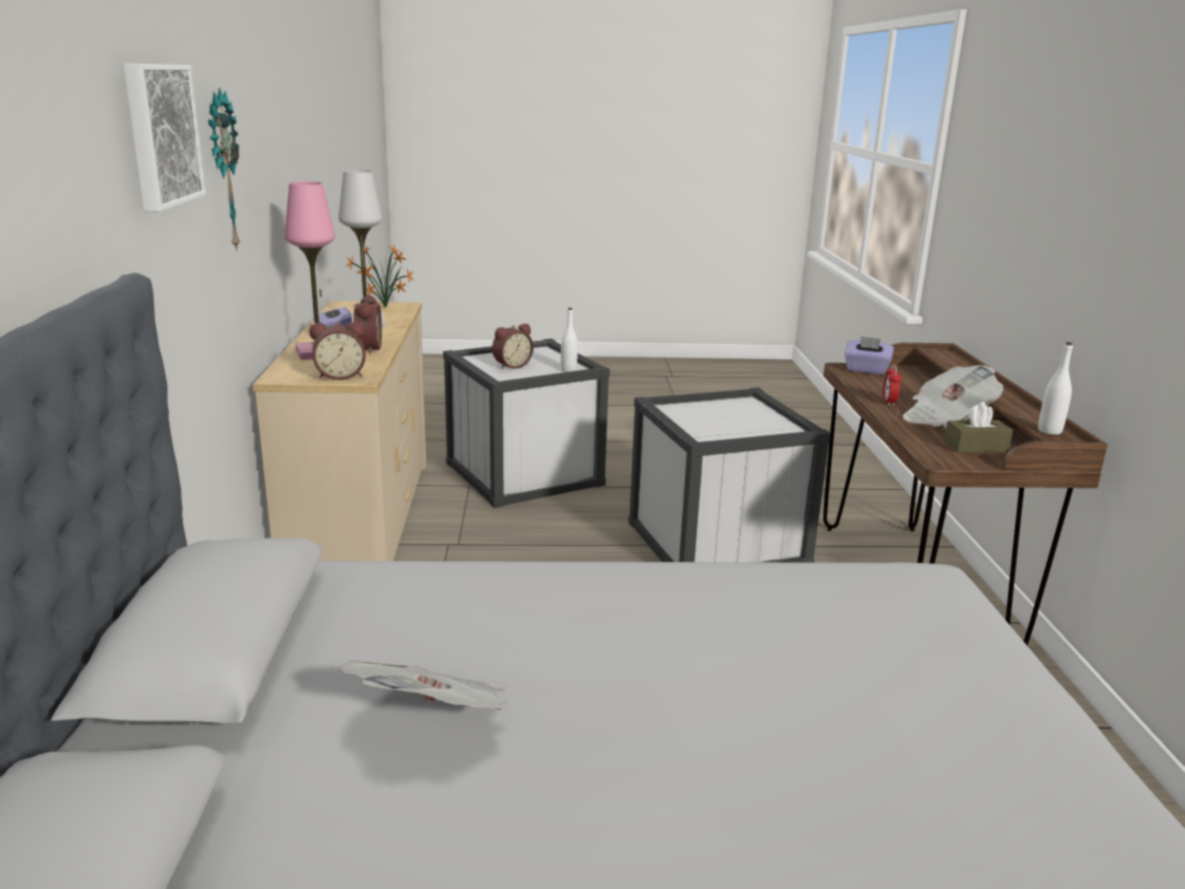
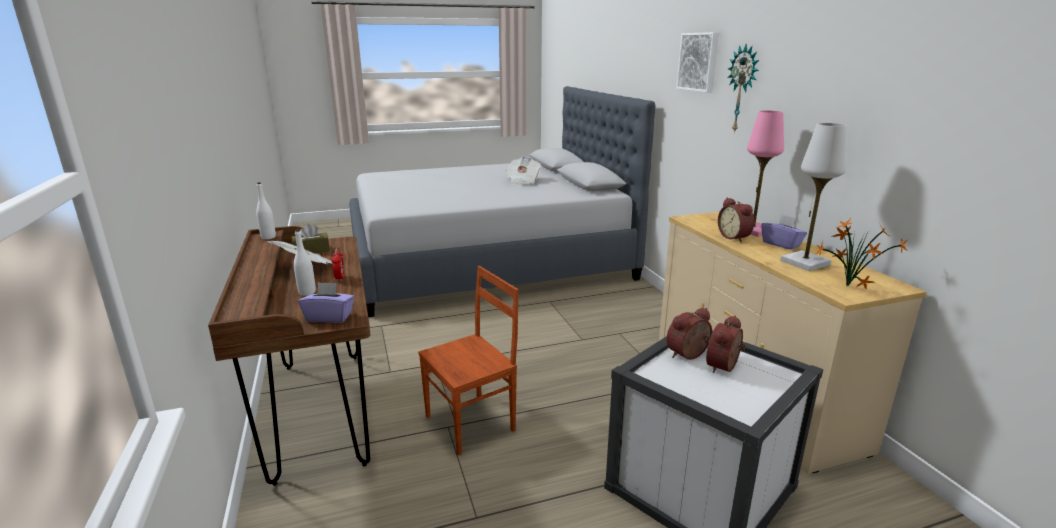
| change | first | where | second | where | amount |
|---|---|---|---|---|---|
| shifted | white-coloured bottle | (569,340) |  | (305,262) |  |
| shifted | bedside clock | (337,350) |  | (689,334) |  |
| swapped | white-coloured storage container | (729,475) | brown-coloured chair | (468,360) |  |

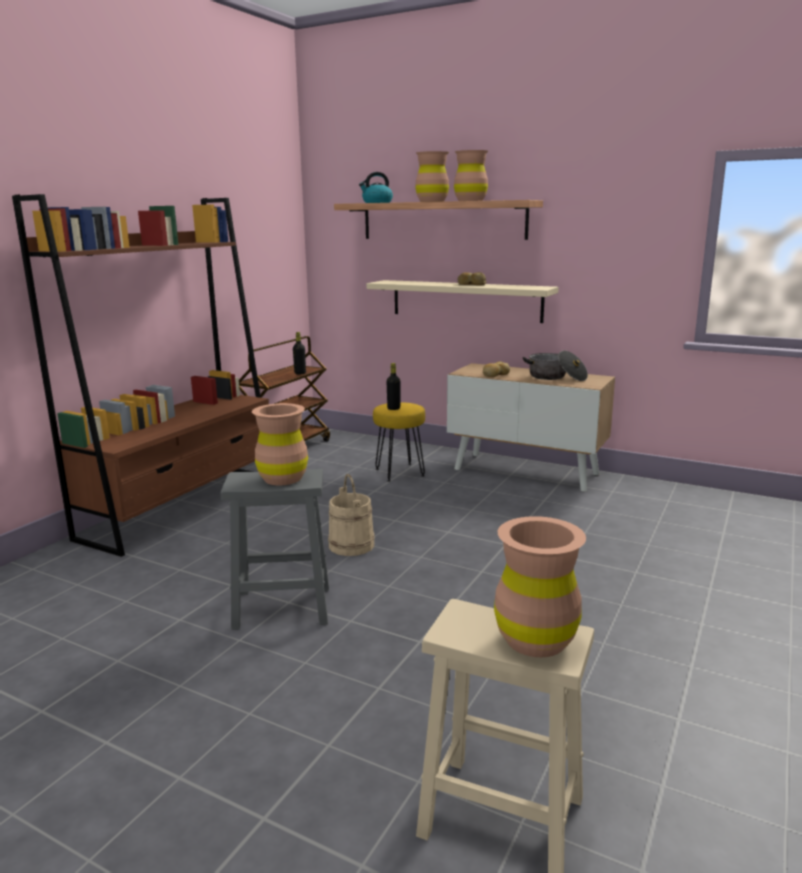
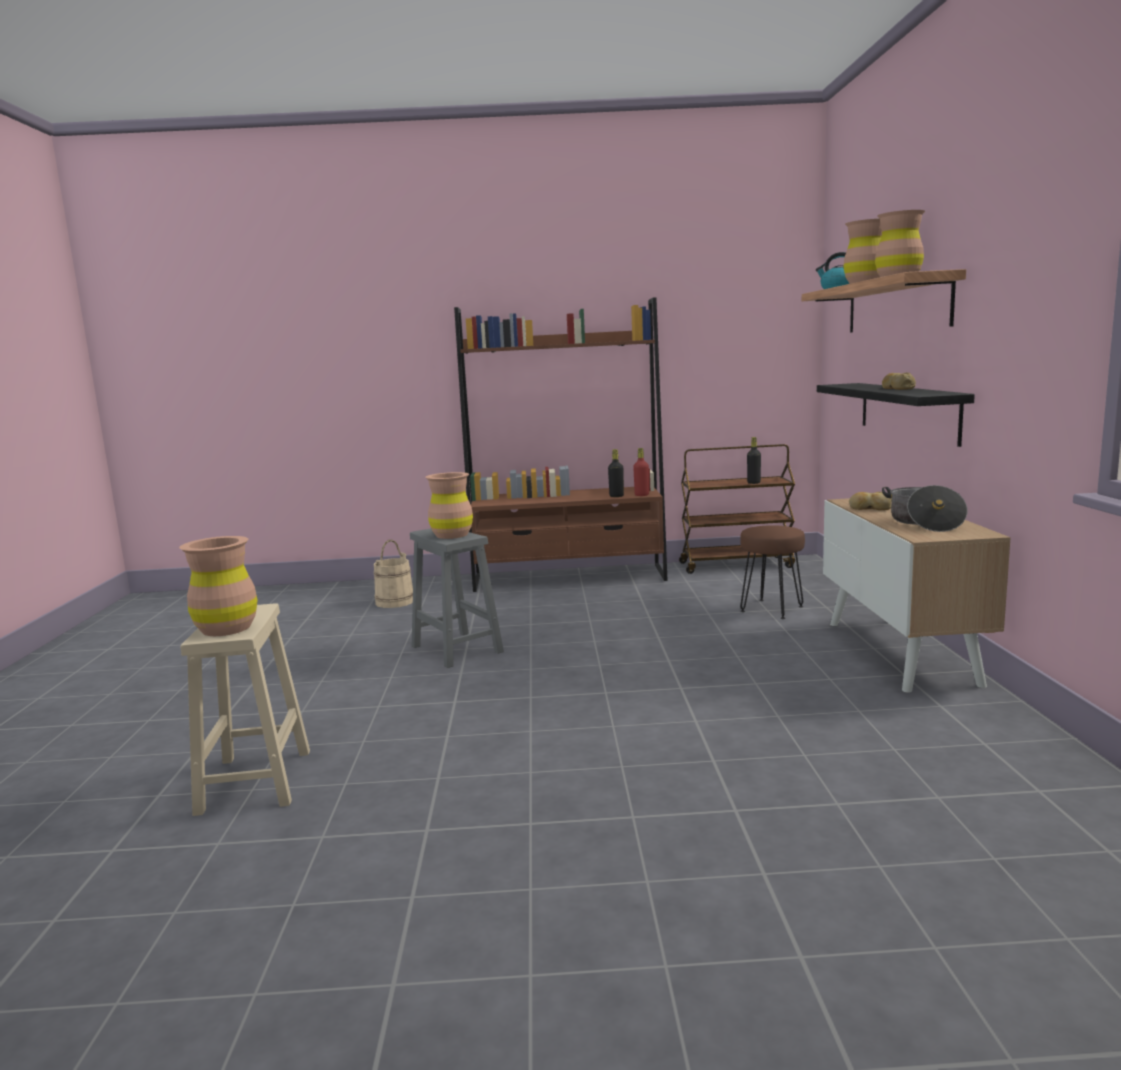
| change | first | where | second | where | amount |
|---|---|---|---|---|---|
| repainted | beige shelf | (463,301) | black shelf | (896,415) |  |
| shifted | black bottle | (393,386) |  | (616,473) |  |
| repainted | yellowish sitting stool | (399,442) | brown-coloured sitting stool | (772,572) |  |
| shifted | beige pail | (351,515) |  | (393,574) |  |
| new |  |  | red bottle | (641,472) |  |

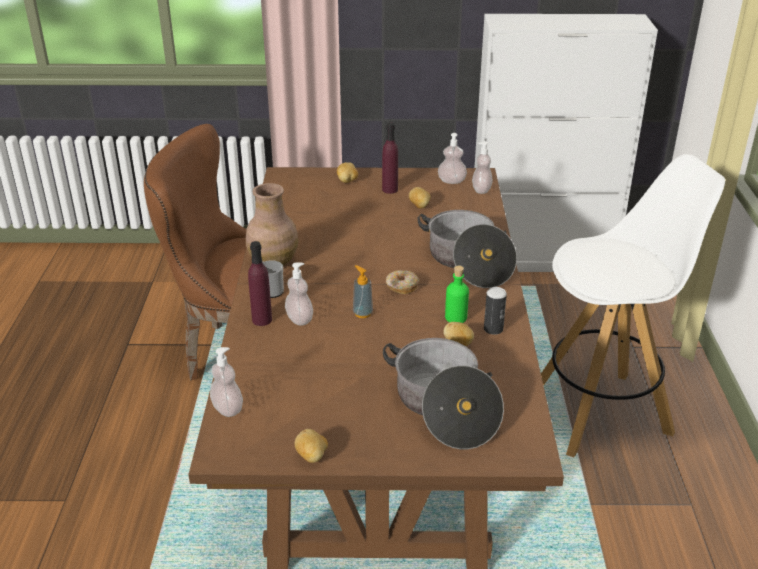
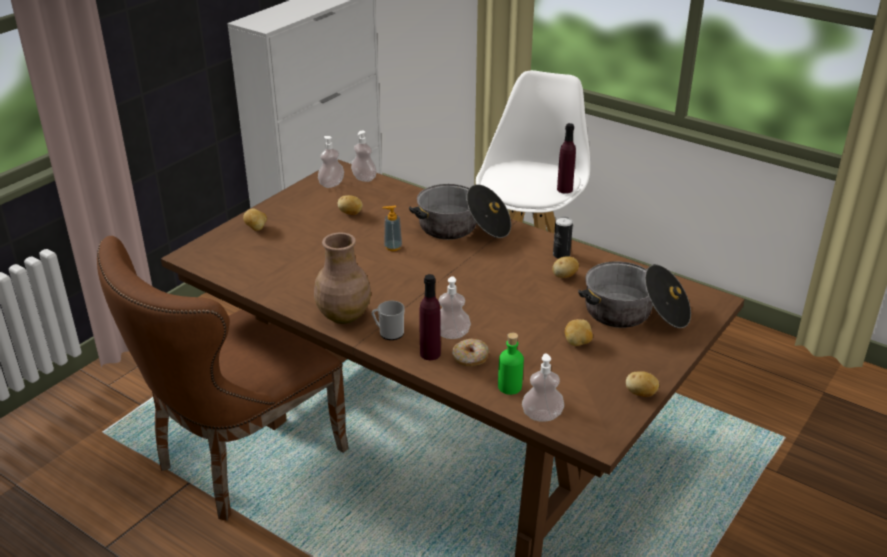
| change | first | where | second | where | amount |
|---|---|---|---|---|---|
| shifted | purplish bottle | (390,158) |  | (566,158) |  |
| shifted | soap bottle | (363,291) |  | (392,228) |  |
| shifted | green-coloured bottle | (457,294) |  | (511,364) |  |
| shifted | doughnut | (402,282) |  | (470,352) |  |
| new |  |  | potato | (579,332) |  |

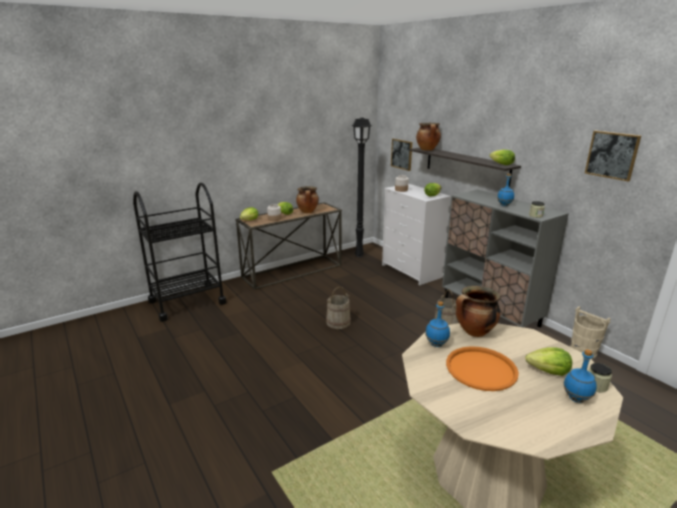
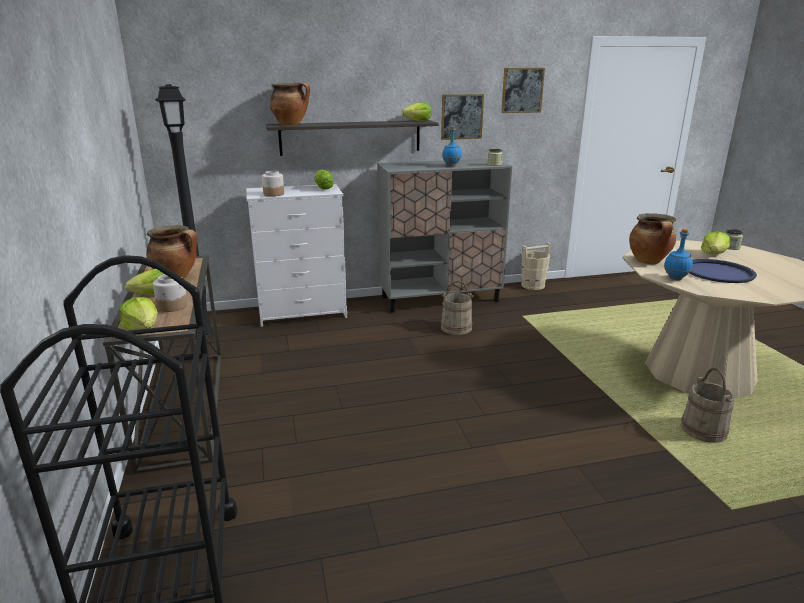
| change | first | where | second | where | amount |
|---|---|---|---|---|---|
| shifted | picture | (401,155) |  | (462,117) |  |
| shifted | beige pail | (338,308) |  | (708,405) |  |
| repainted | orange-coloured tray | (482,368) | blue-coloured tray | (723,271) |  |
| gone | blue-coloured bottle | (580,376) |  |  |  |

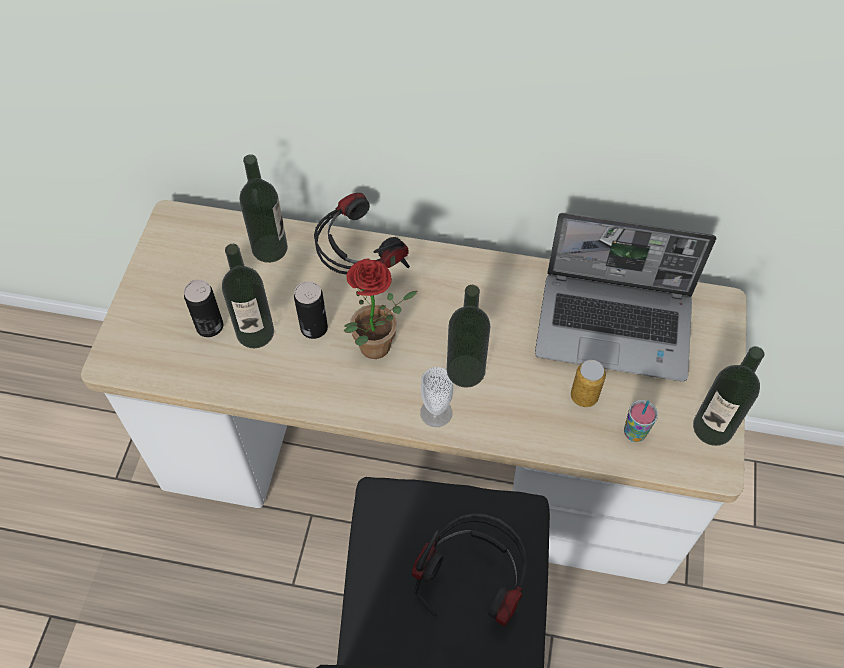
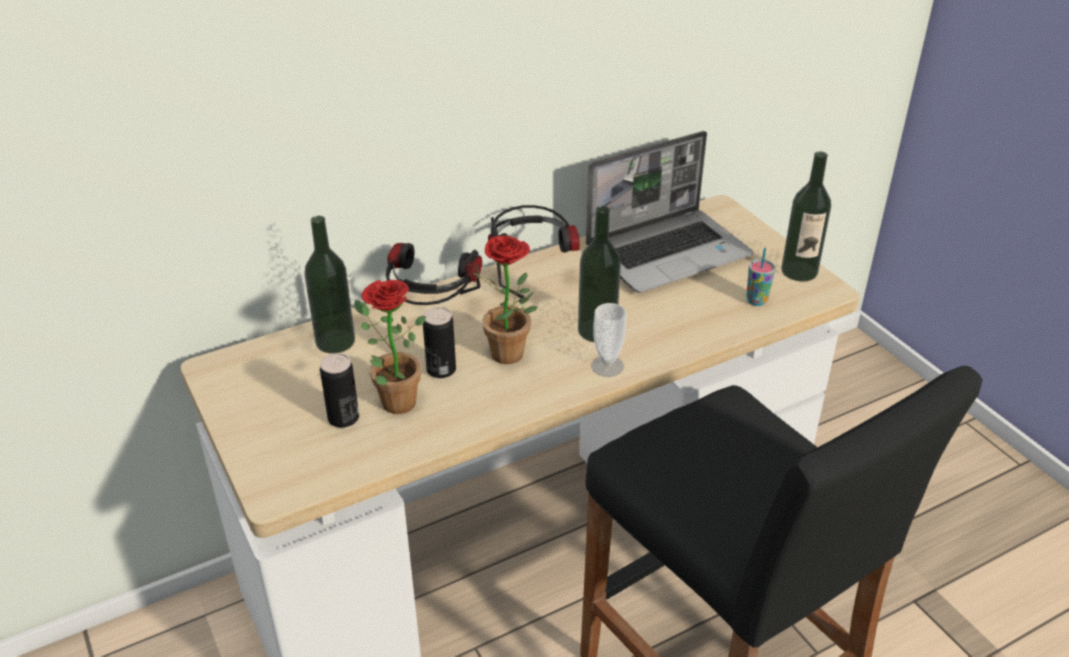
| change | first | where | second | where | amount |
|---|---|---|---|---|---|
| swapped | bottle | (248,296) | plant in a pot | (390,347) |  |
| gone | metal can | (588,383) |  |  |  |
| shifted | headphones | (469,569) |  | (534,251) |  |

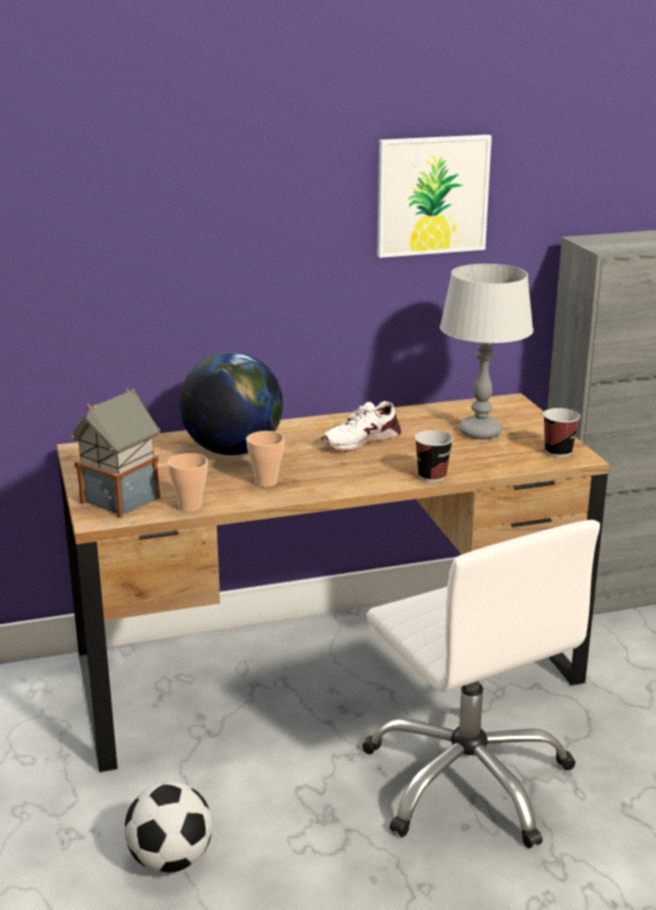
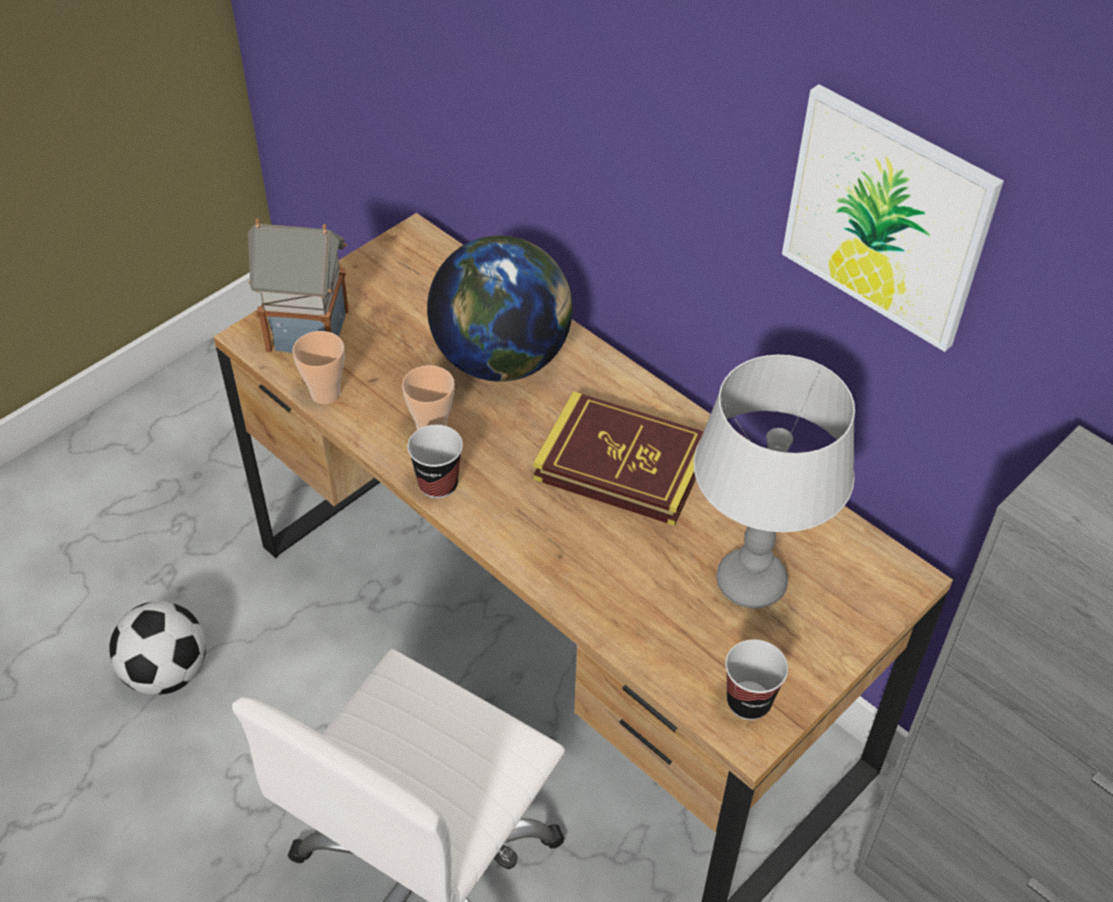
| change | first | where | second | where | amount |
|---|---|---|---|---|---|
| swapped | white-coloured shoe | (361,426) | volume | (618,458) |  |
| shifted | cup | (434,456) |  | (435,462) |  |

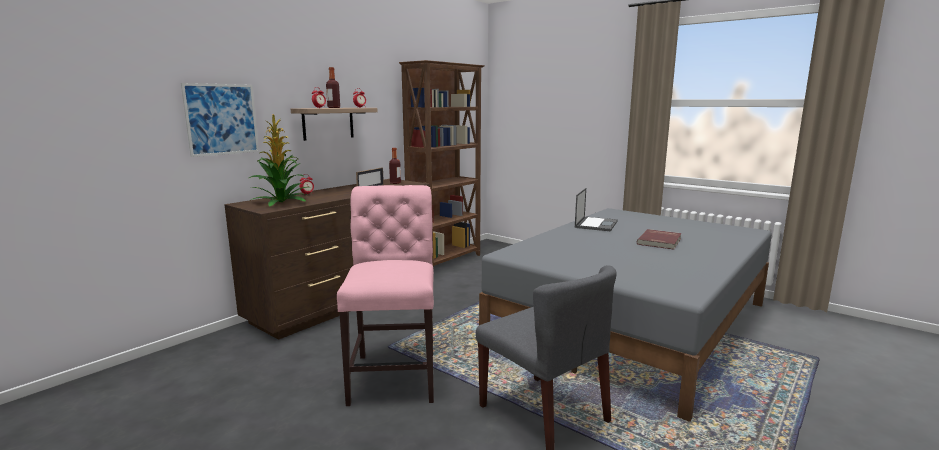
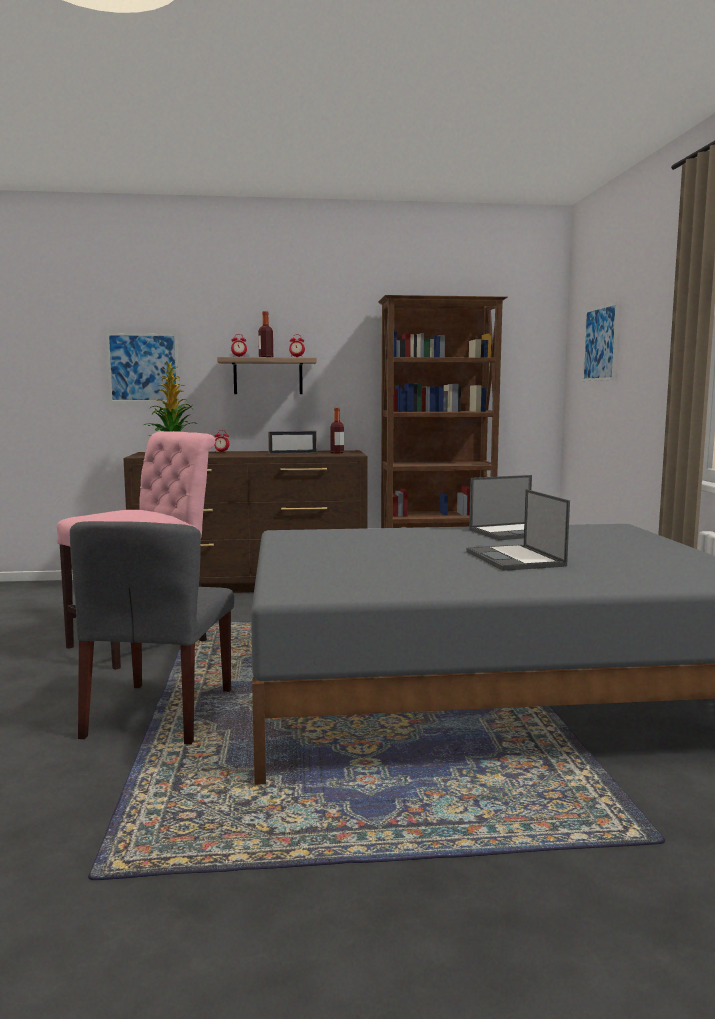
| change | first | where | second | where | amount |
|---|---|---|---|---|---|
| swapped | red volume | (659,239) | notebook computer | (518,530) |  |
| new |  |  | picture | (600,341) |  |

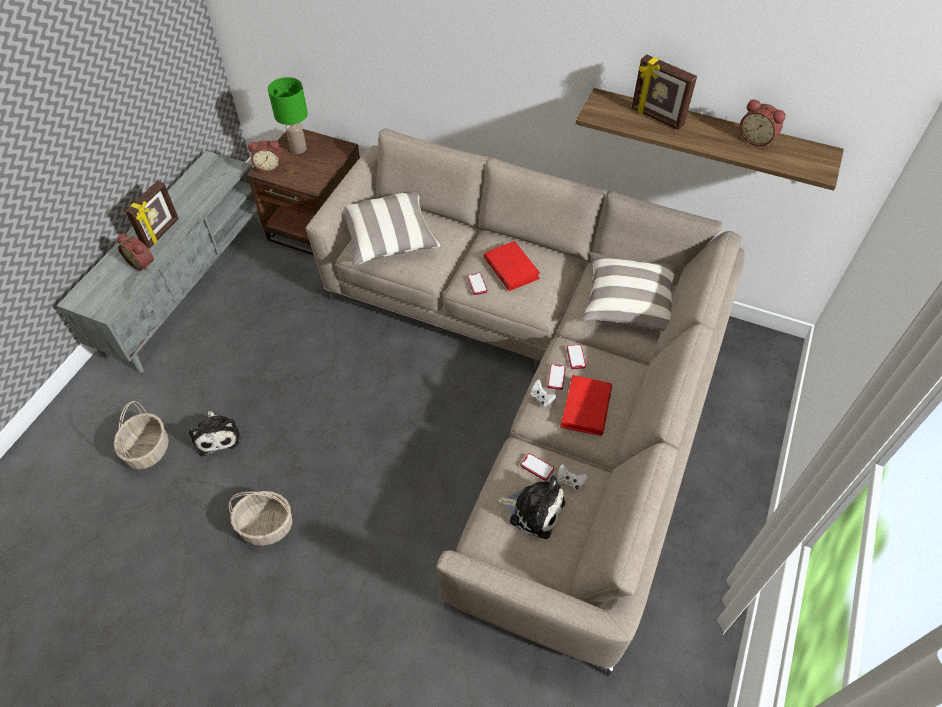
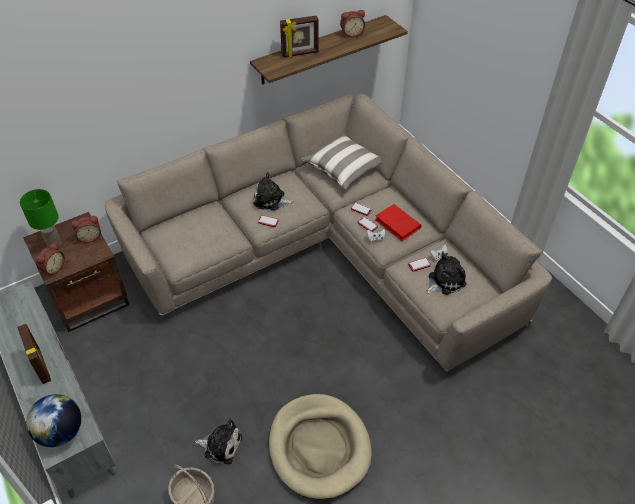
| change | first | where | second | where | amount |
|---|---|---|---|---|---|
| gone | cushion | (391,229) |  |  |  |
| shifted | bedside clock | (135,252) |  | (86,229) |  |
| swapped | red volume | (512,266) | plush toy | (273,192) |  |
| swapped | household basket | (260,518) | beige dog bed | (320,446) |  |
| new |  |  | world globe | (53,420) |  |

